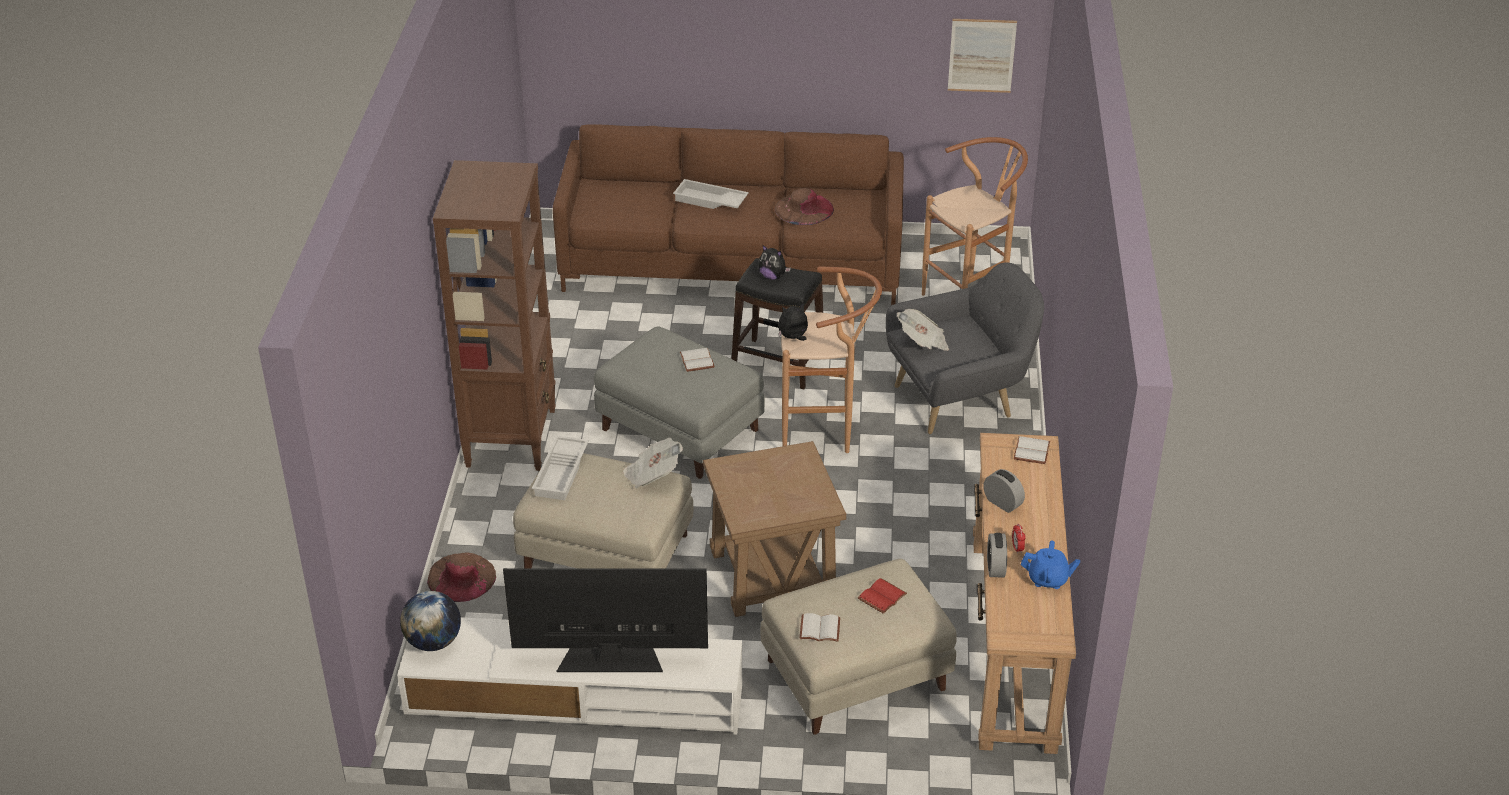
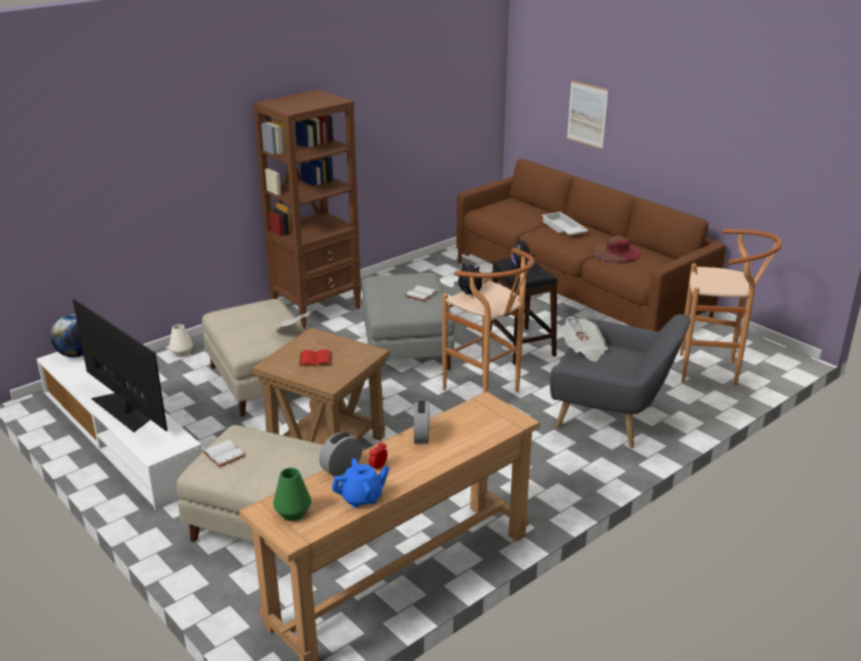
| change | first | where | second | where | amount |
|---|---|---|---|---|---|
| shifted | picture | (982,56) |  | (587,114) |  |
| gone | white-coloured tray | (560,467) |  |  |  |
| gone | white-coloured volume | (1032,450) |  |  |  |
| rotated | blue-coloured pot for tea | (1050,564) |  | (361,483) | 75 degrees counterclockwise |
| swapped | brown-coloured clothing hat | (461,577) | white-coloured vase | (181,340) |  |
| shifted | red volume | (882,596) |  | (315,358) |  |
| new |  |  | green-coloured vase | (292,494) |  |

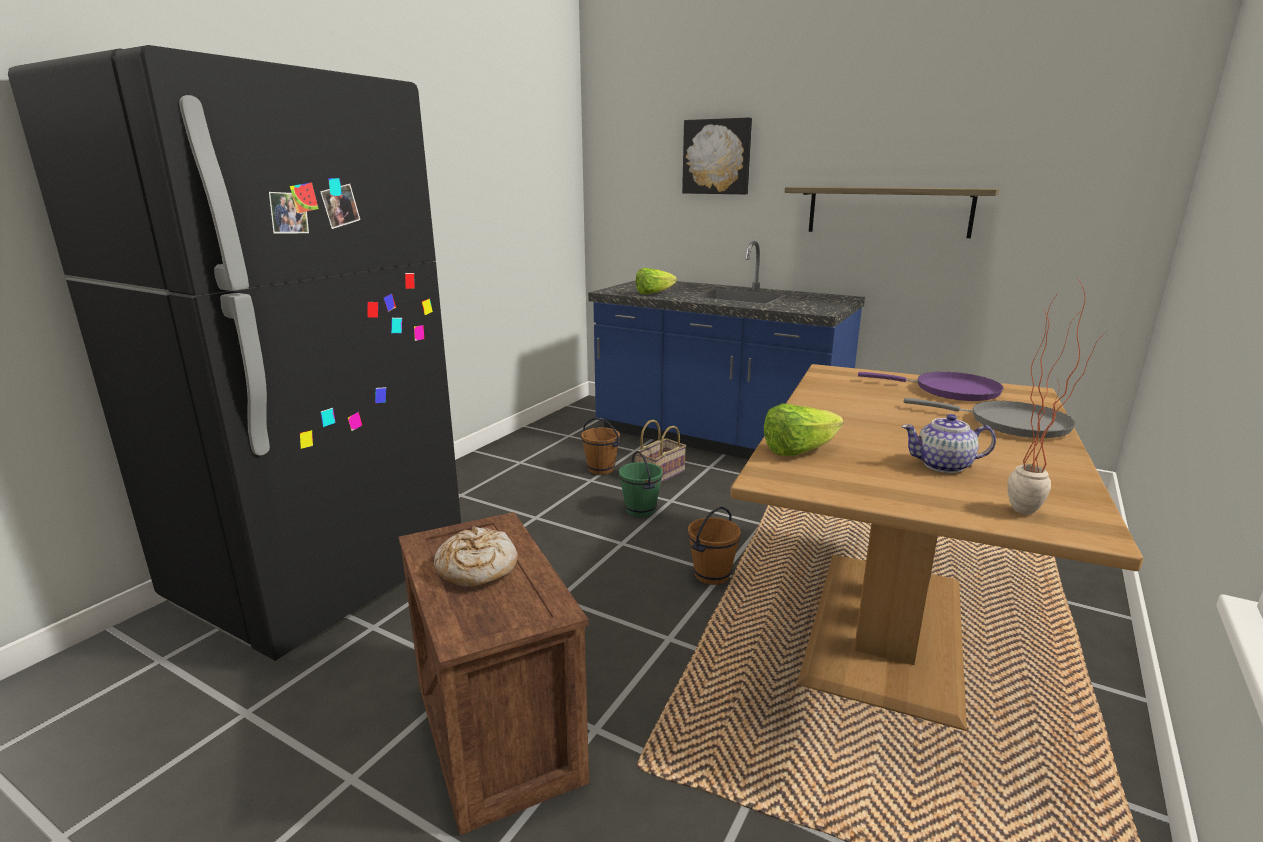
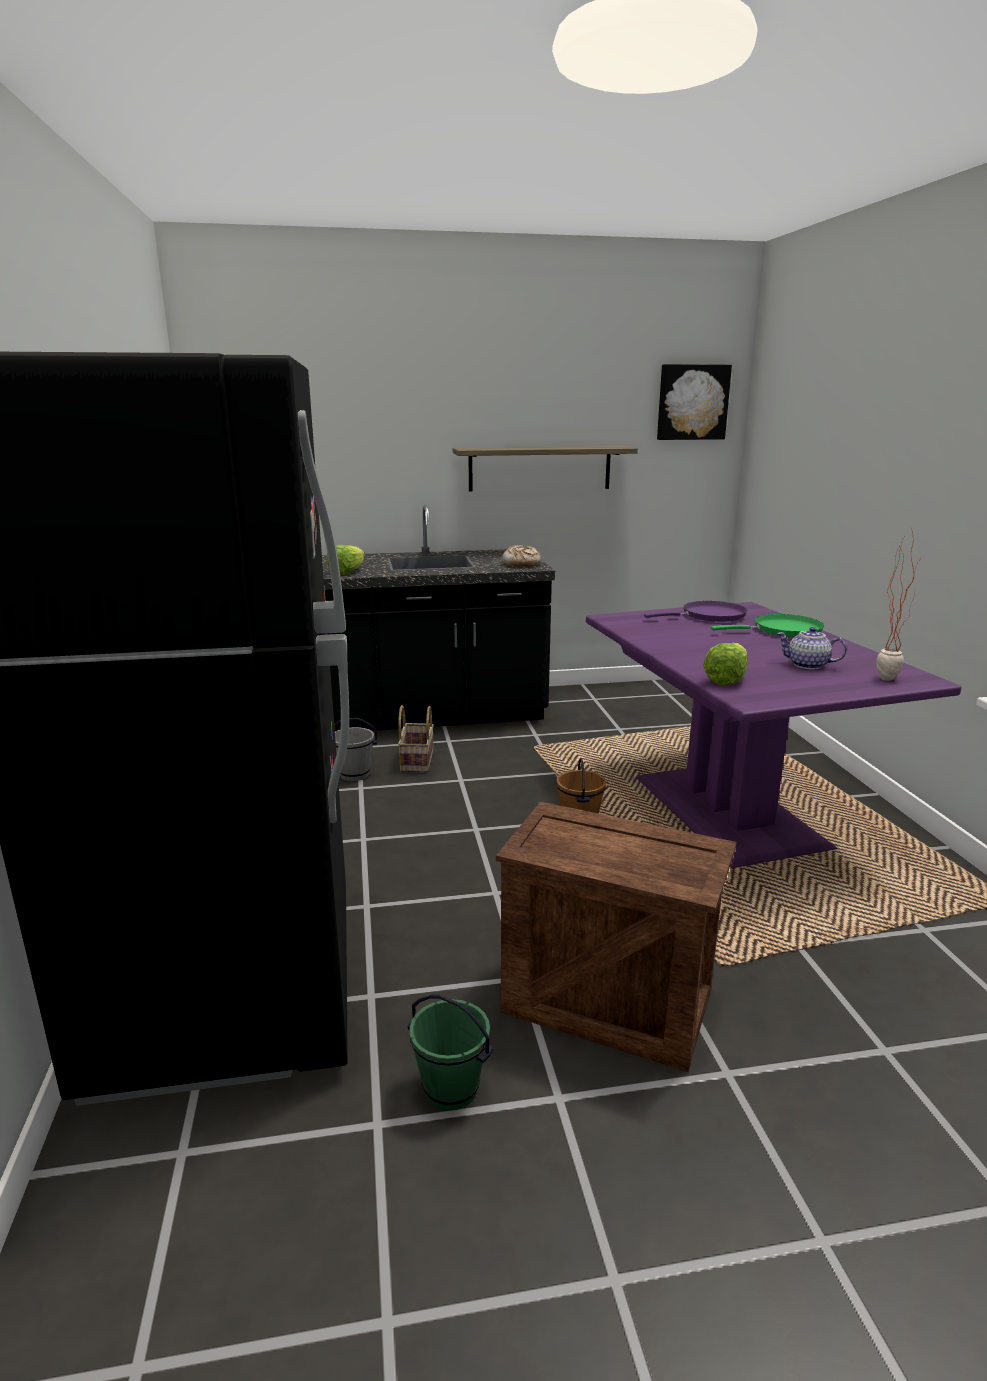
| change | first | where | second | where | amount |
|---|---|---|---|---|---|
| shifted | picture | (717,156) |  | (694,402) |  |
| repainted | blue-coloured kitchen base unit | (726,350) | black kitchen base unit | (438,618) |  |
| repainted | brown-coloured dinner table | (936,547) | purplish dinner table | (774,735) |  |
| repainted | greyish frying pan | (990,418) | green-coloured frying pan | (767,625) |  |
| rotated | pot for tea | (949,443) |  | (811,648) | 60 degrees clockwise |
| repainted | brown-coloured pail | (601,446) | greyish pail | (356,749) |  |
| shifted | green-coloured pail | (641,484) |  | (450,1053) |  |
| shifted | baked bread | (476,556) |  | (521,555) |  |

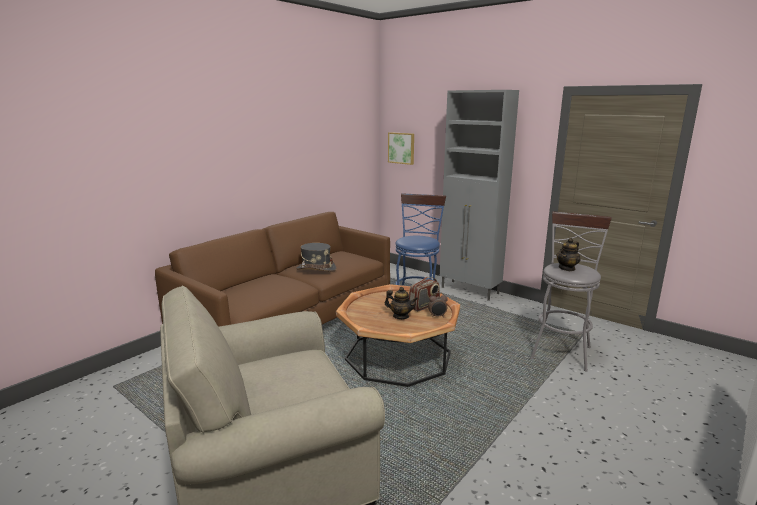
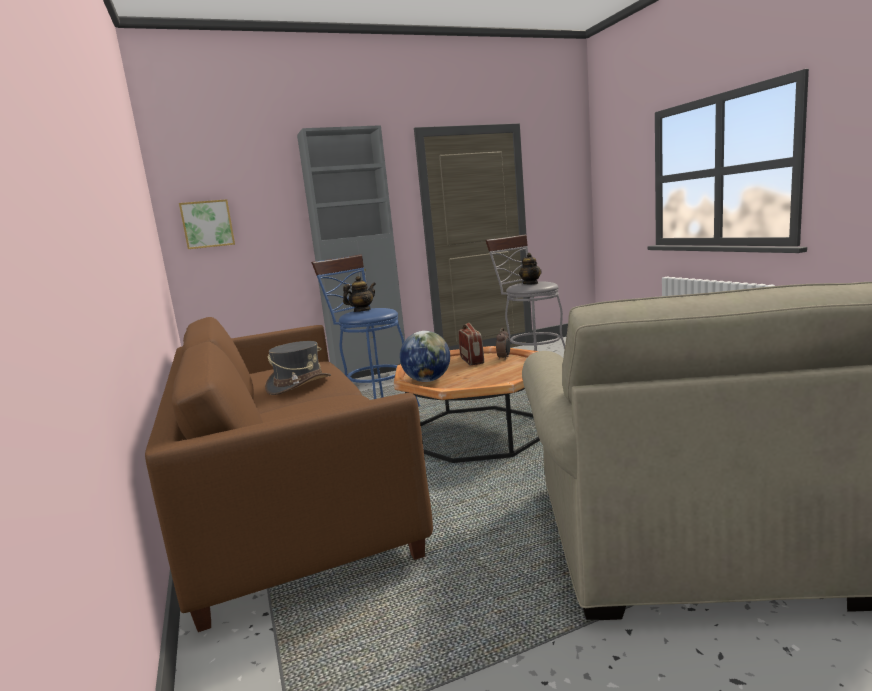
| change | first | where | second | where | amount |
|---|---|---|---|---|---|
| shifted | pot for tea | (401,303) |  | (359,294) |  |
| new |  |  | world globe | (425,356) |  |

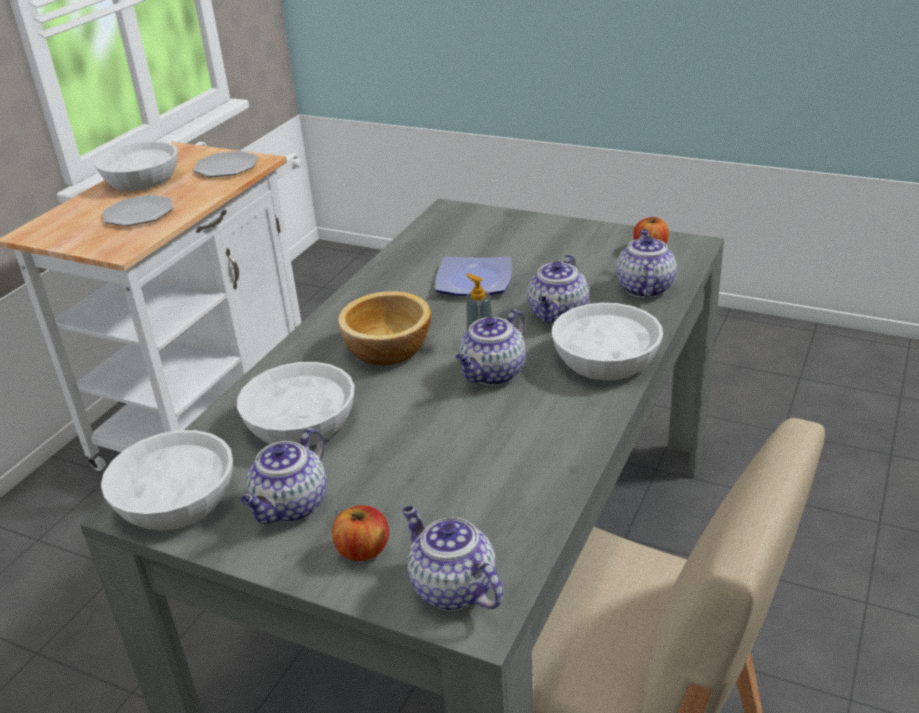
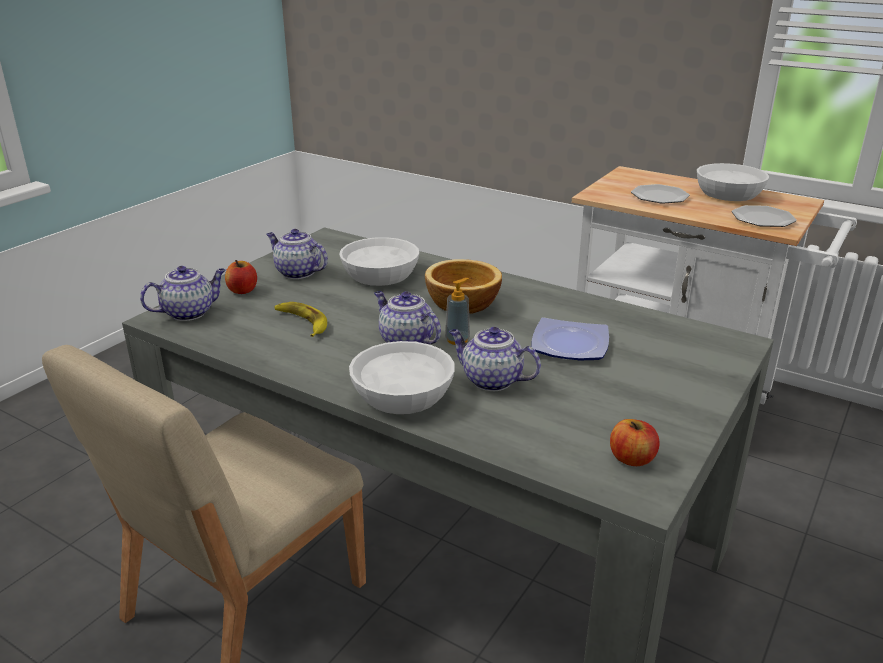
| change | first | where | second | where | amount |
|---|---|---|---|---|---|
| gone | pot for tea | (646,263) |  |  |  |
| gone | white-coloured serving bowl | (167,480) |  |  |  |
| new |  |  | whole banana | (301,319) |  |

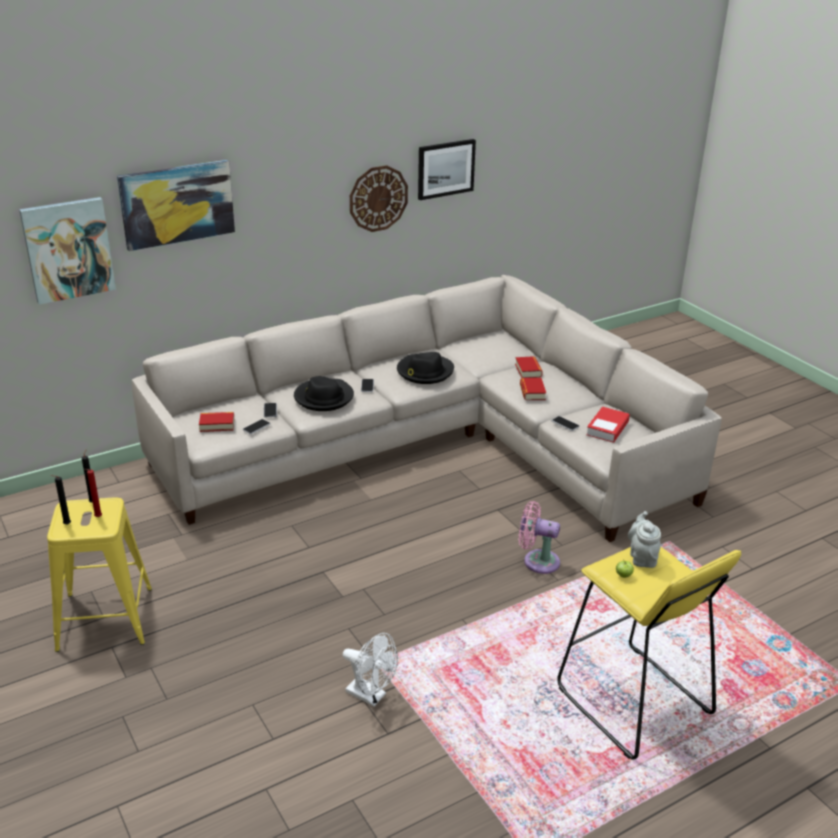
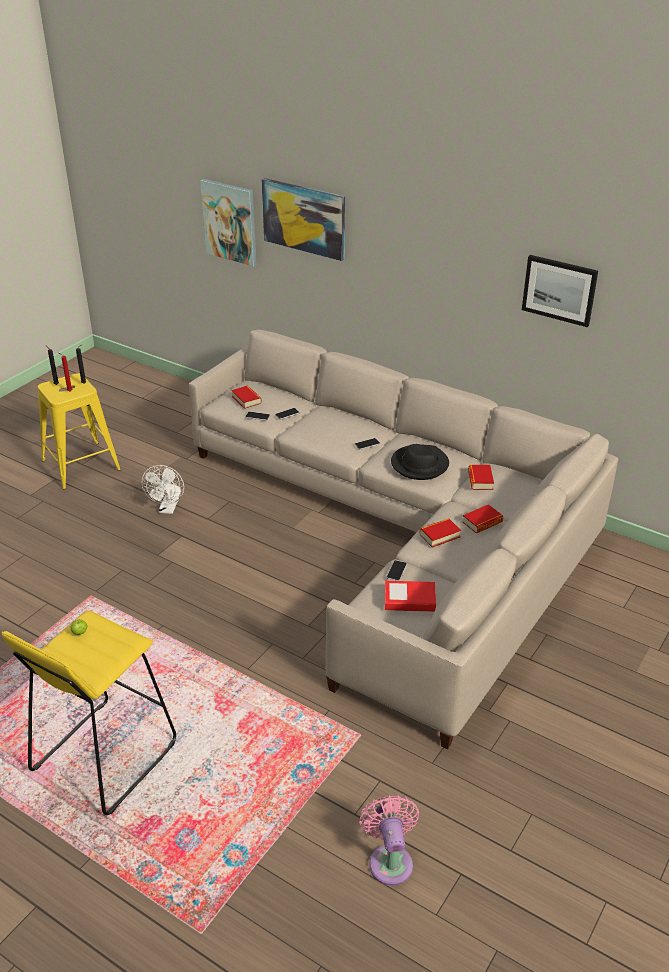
| change | first | where | second | where | amount |
|---|---|---|---|---|---|
| gone | clock on the wall | (379,198) |  |  |  |
| gone | black clothing hat | (324,393) |  |  |  |
| shifted | pink-coloured electric fan | (539,537) |  | (389,840) |  |
| gone | greyish pot for tea | (644,539) |  |  |  |
| shifted | white-coloured electric fan | (370,669) |  | (163,489) |  |
| new |  |  | volume | (481,477) |  |

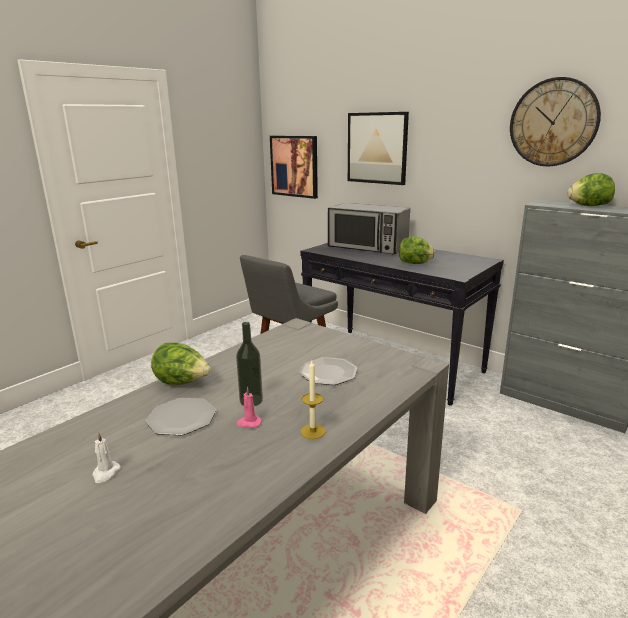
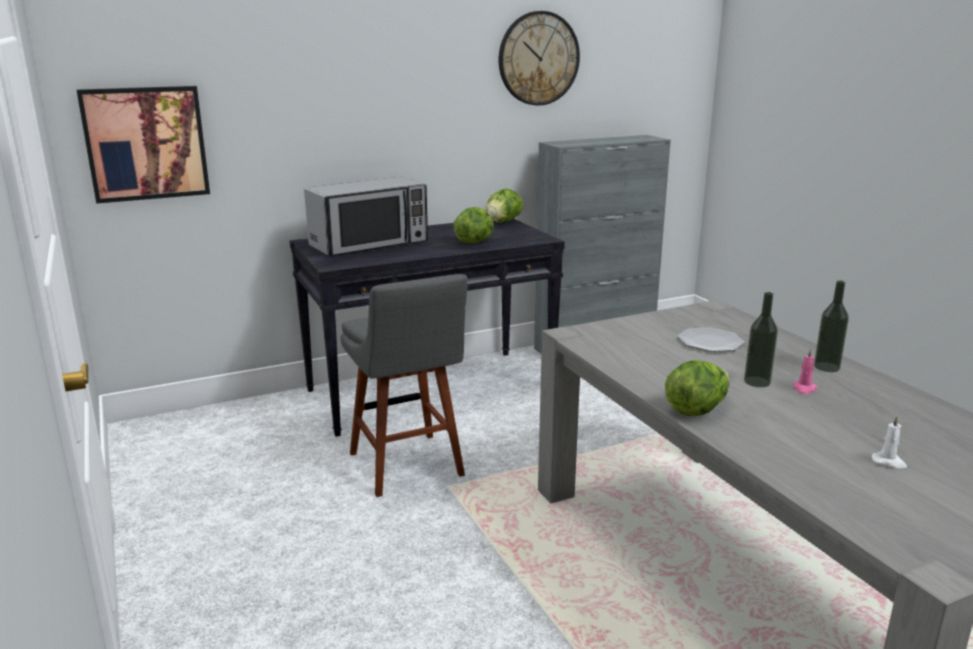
| change | first | where | second | where | amount |
|---|---|---|---|---|---|
| gone | picture | (378,148) |  |  |  |
| shifted | lettuce head | (591,189) |  | (504,206) |  |
| swapped | wax candle | (313,400) | bottle | (831,326) |  |
| gone | flat dish | (180,416) |  |  |  |

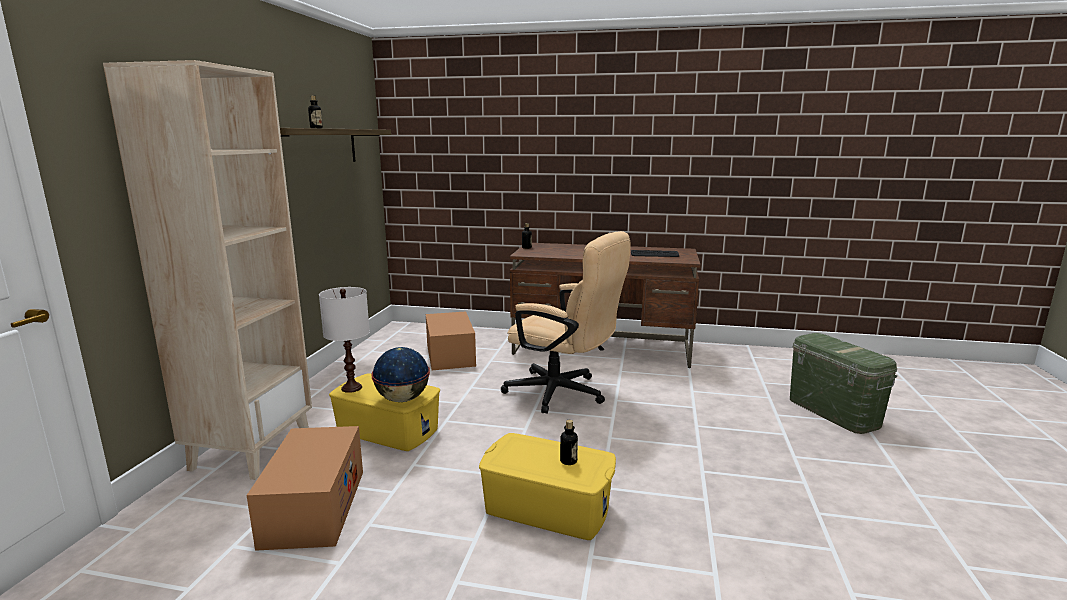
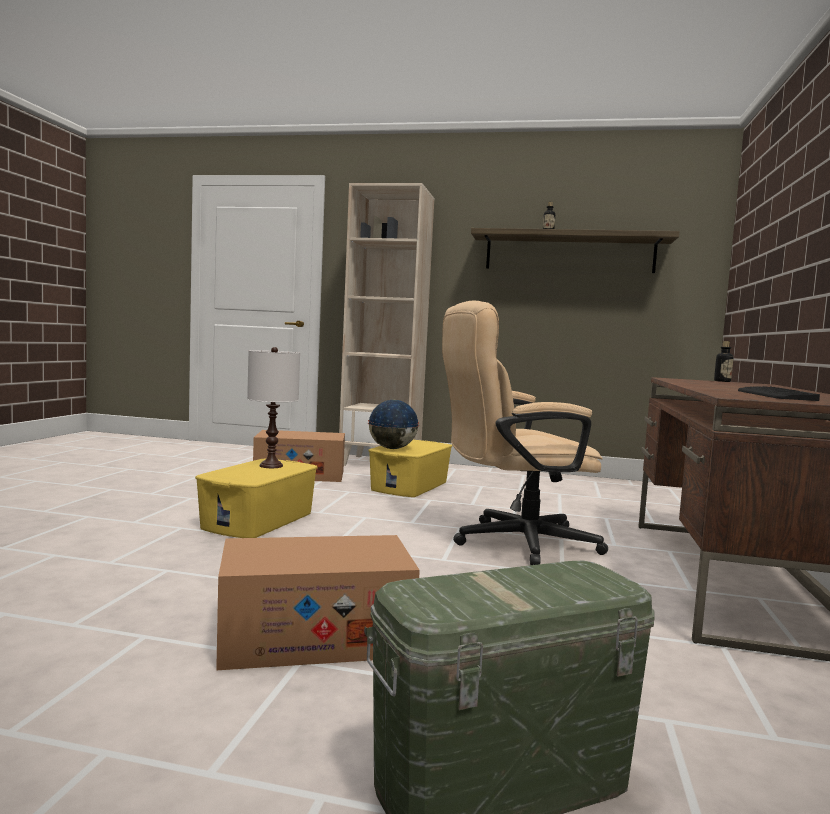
| change | first | where | second | where | amount |
|---|---|---|---|---|---|
| rotated | beige desk chair | (566,322) |  | (525,433) | 45 degrees clockwise |
| shifted | white-coloured table lamp | (344,340) |  | (273,407) |  |
| shifted | cardboard box | (451,340) |  | (318,602) |  |
| gone | bottle | (569,442) |  |  |  |

